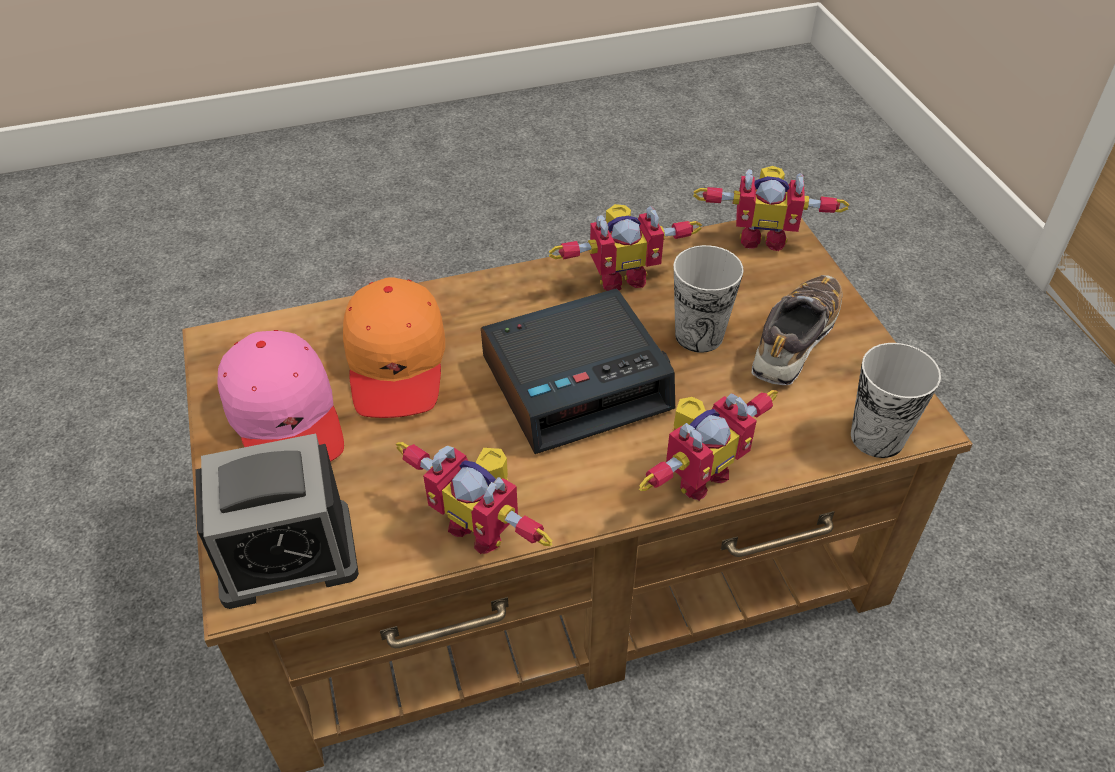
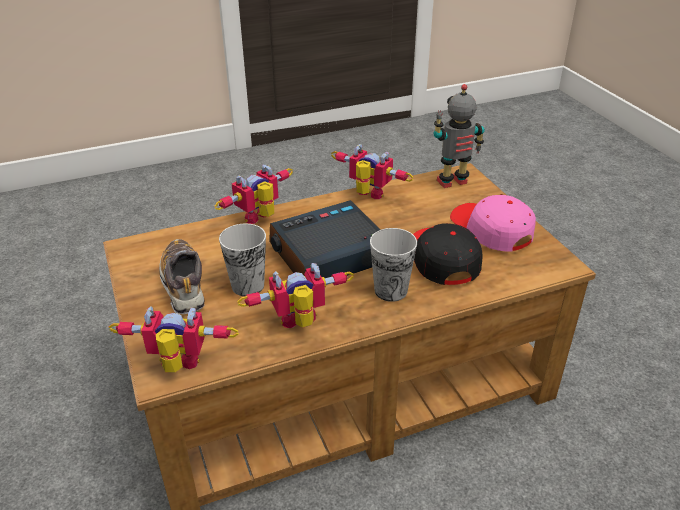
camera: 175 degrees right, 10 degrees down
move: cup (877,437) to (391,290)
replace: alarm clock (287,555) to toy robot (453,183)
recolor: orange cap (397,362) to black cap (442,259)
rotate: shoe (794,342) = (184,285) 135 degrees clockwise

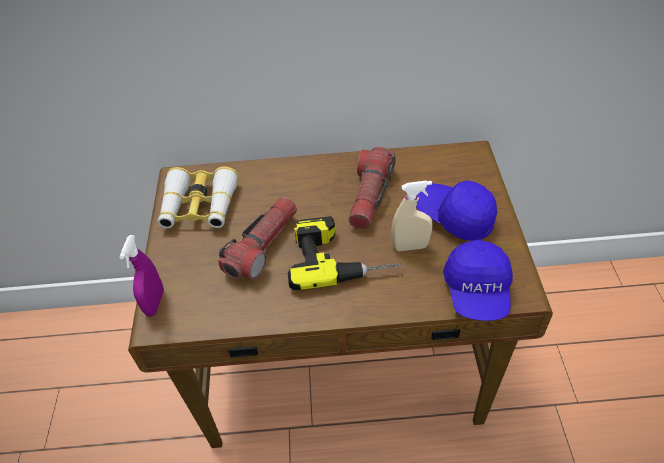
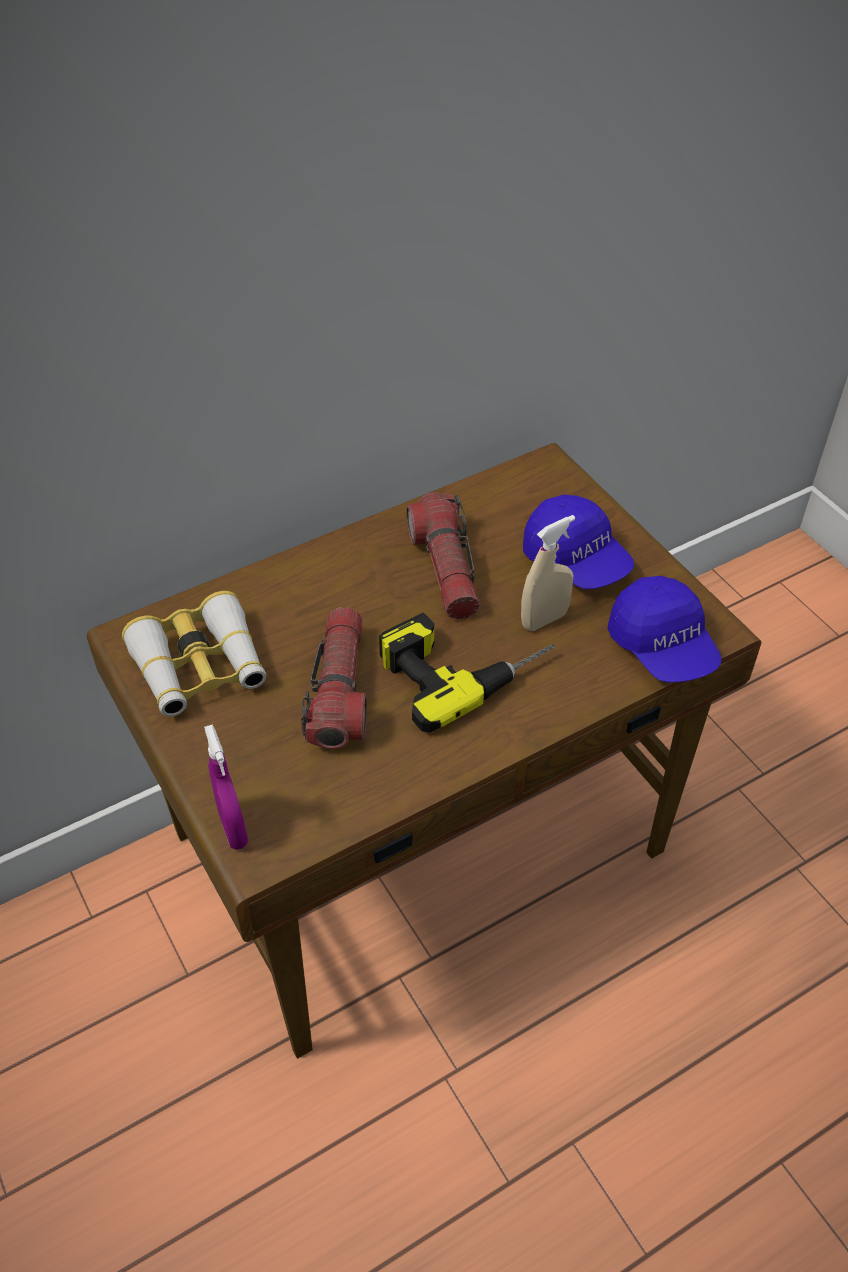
camera: 30 degrees left, 0 degrees up
rotate: blue cap (454,216) = (576,560) 135 degrees counterclockwise

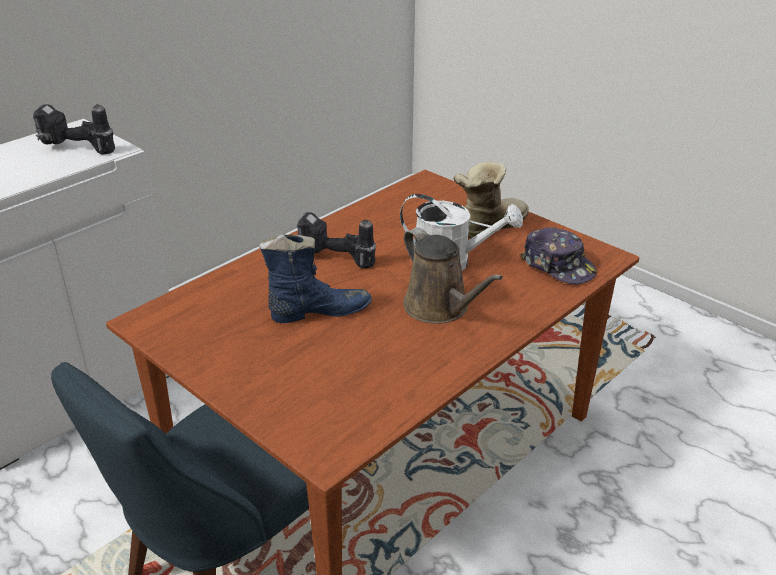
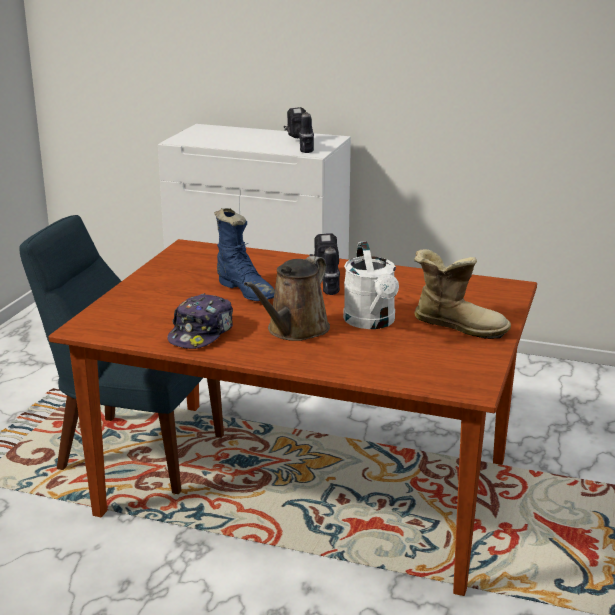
camera: 65 degrees right, 10 degrees down
move: cap (558,266) to (202,333)

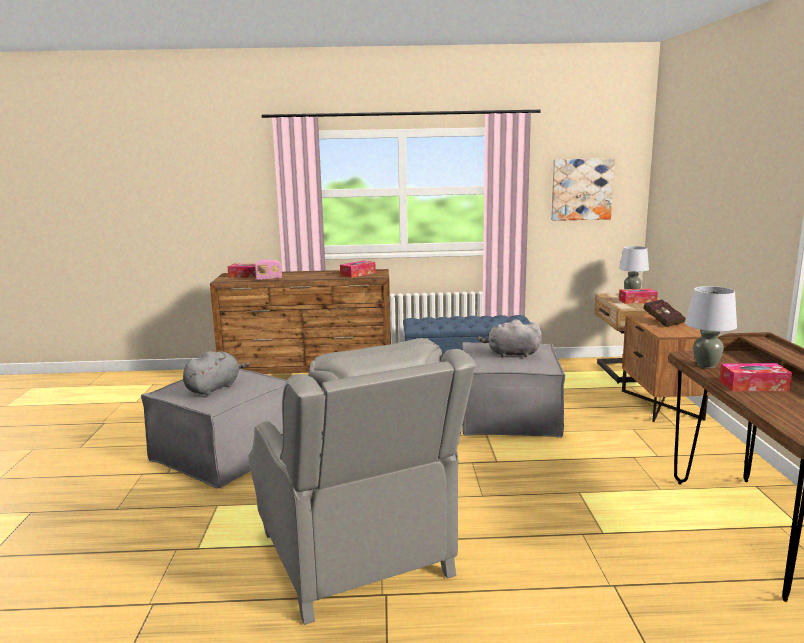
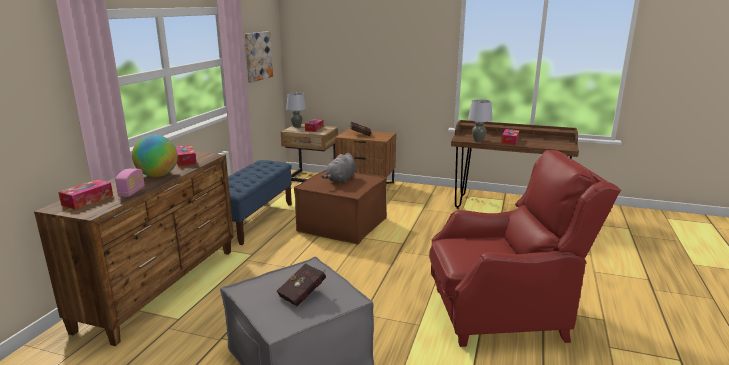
camera: 70 degrees left, 5 degrees up
insert: globe (157,175)
replace: grey plush toy (214,388) to red book (304,294)
recolor: grey armchair (356,558) to red armchair (502,313); grey ottoman (509,417) to brown ottoman (342,225)

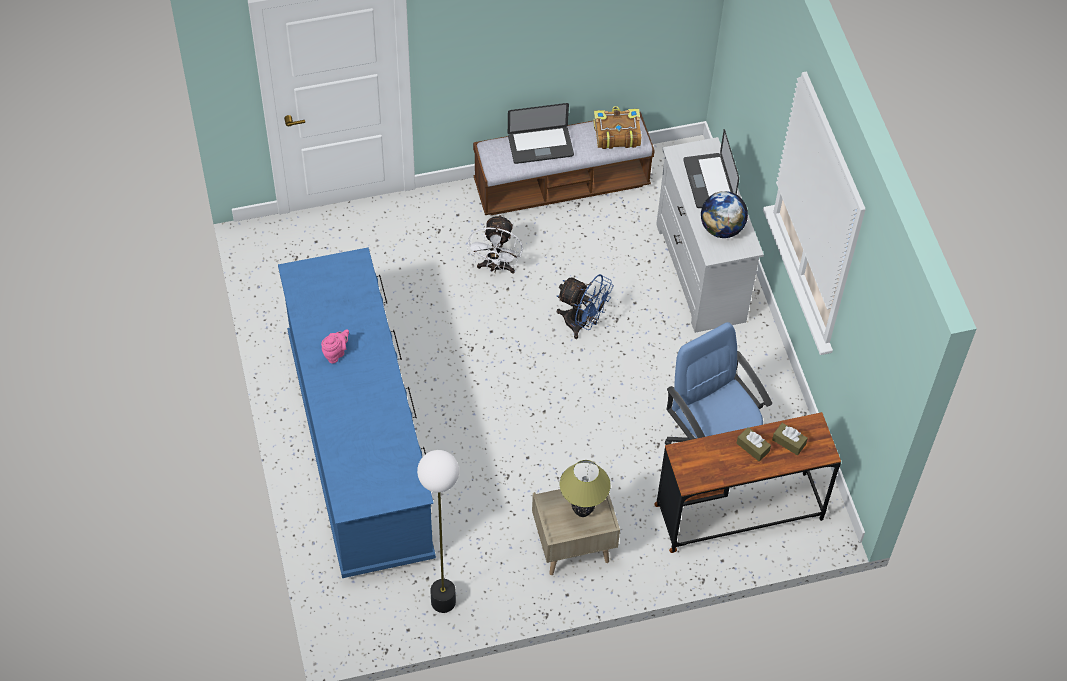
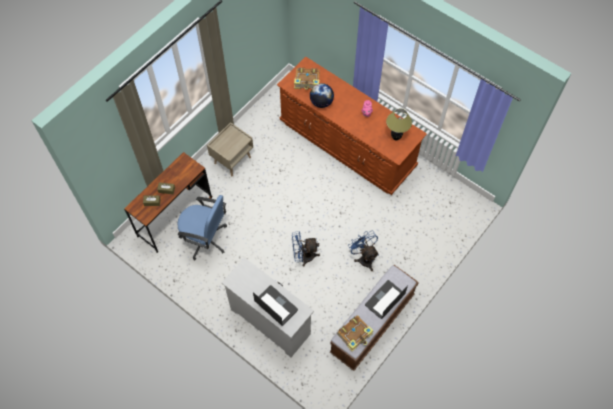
camera: 145 degrees right, 5 degrees up
delete: floor lamp (442,602)
insert: book (307,82)
move: table lamp (583,511) to (396,137); globe (721,228) to (321,102)
recolor: blue dresser (360,446) to brown dresser (347,144); white fan (496,267) to blue fan (364,258)

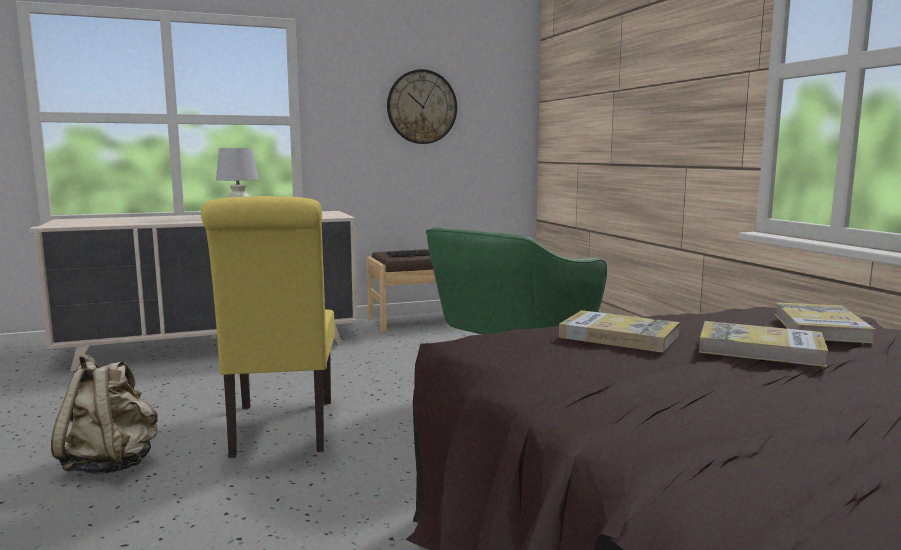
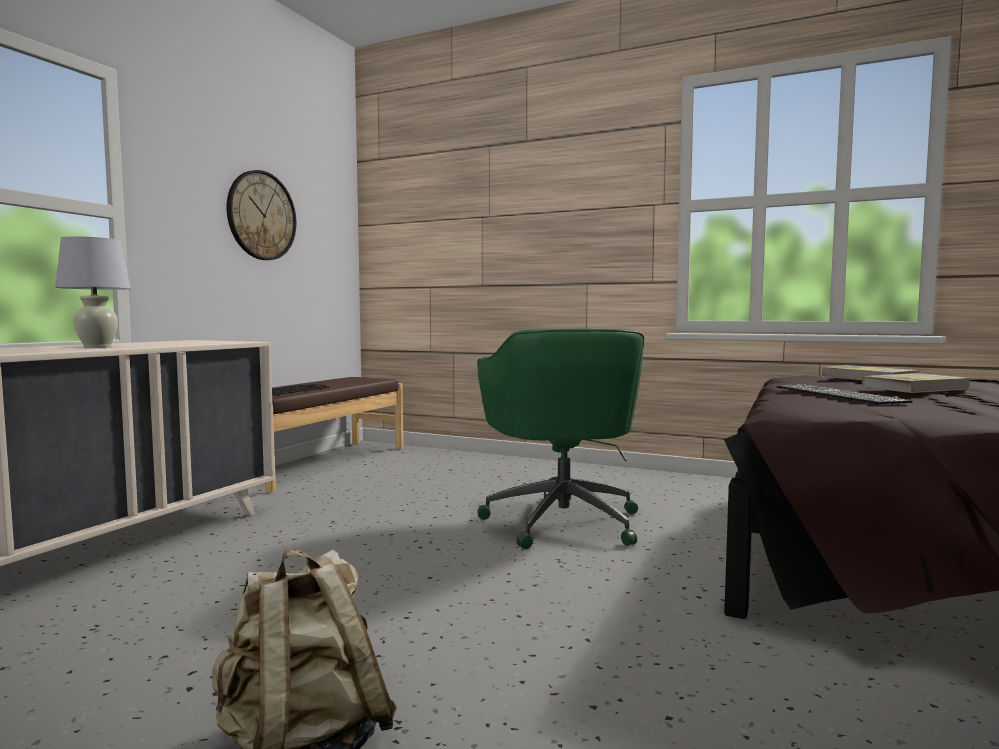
camera: 45 degrees left, 5 degrees down
delete: yellow chair (281,431)
replace: book (618,336) to keyboard (837,394)

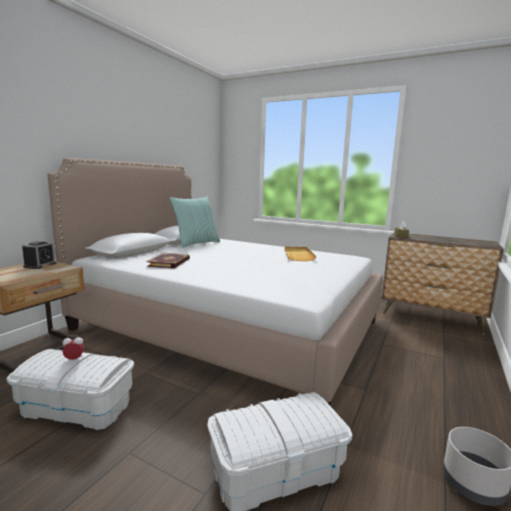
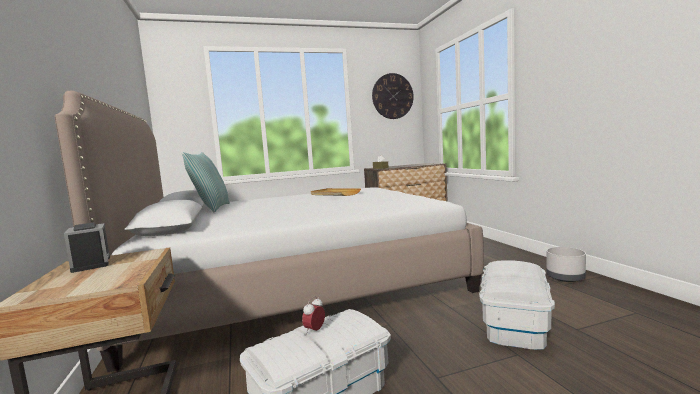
camera: 45 degrees left, 5 degrees down
delete: book (169,262)
insert: wall clock (392,96)

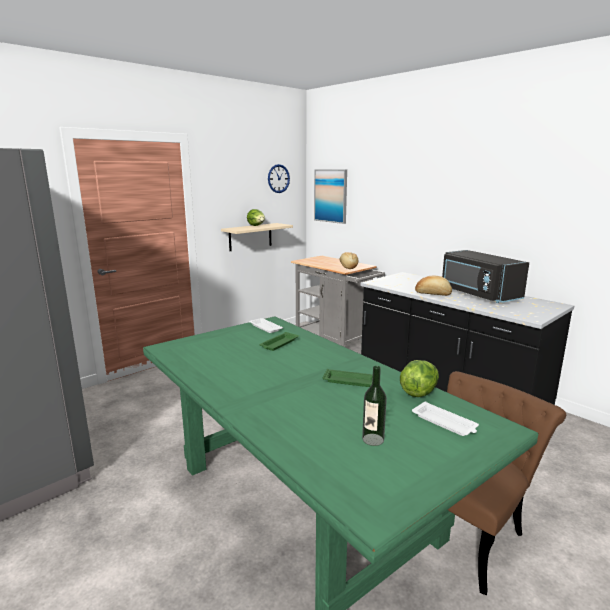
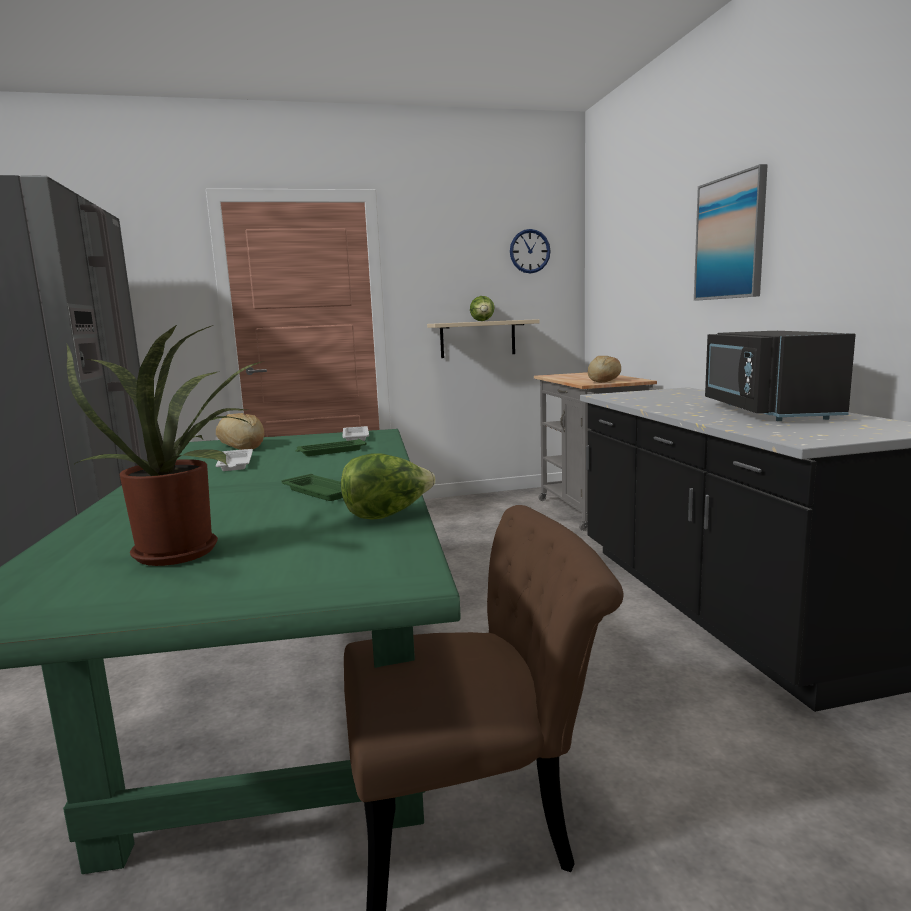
camera: 30 degrees right, 5 degrees down
move: picture (331,196) to (730,238); white tray (445,423) to (235,464); bread (433,294) to (240,447)
replace: bottle (373,439) to potted plant (184,550)

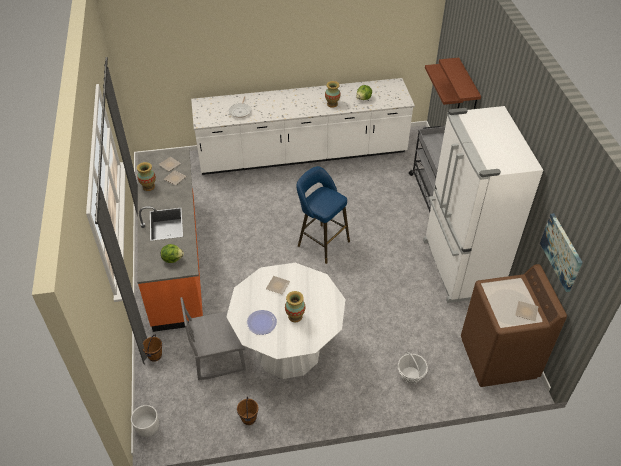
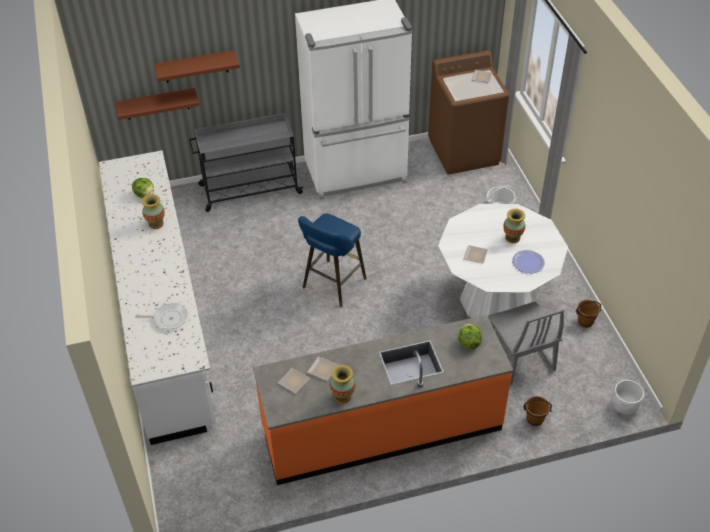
camera: 95 degrees left, 0 degrees up
delete: picture (561,252)

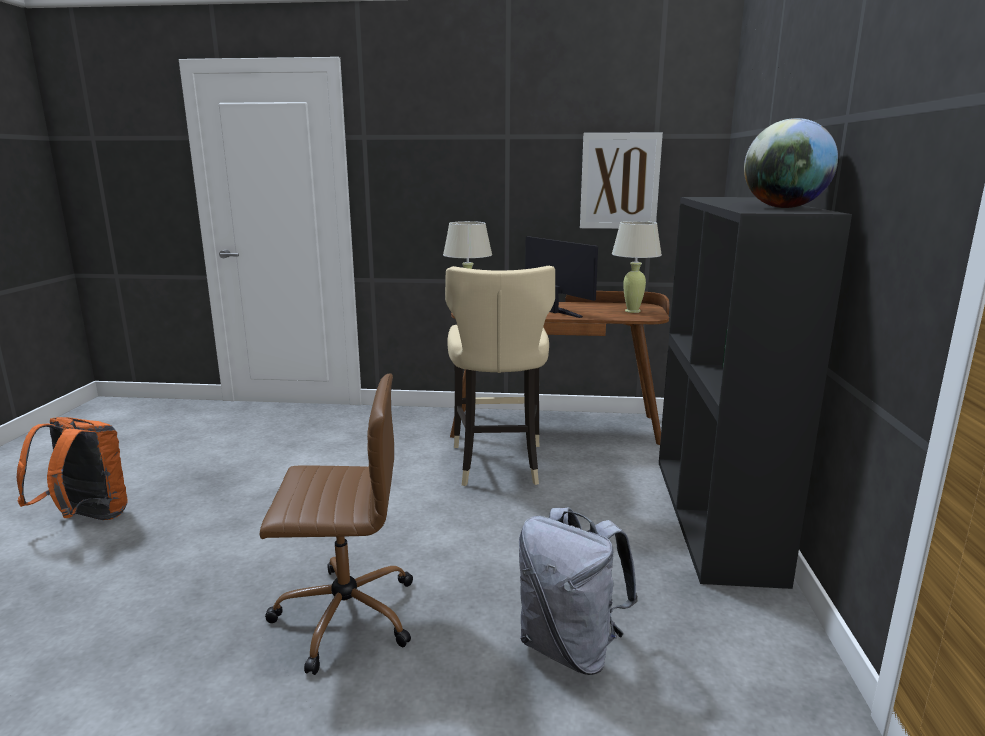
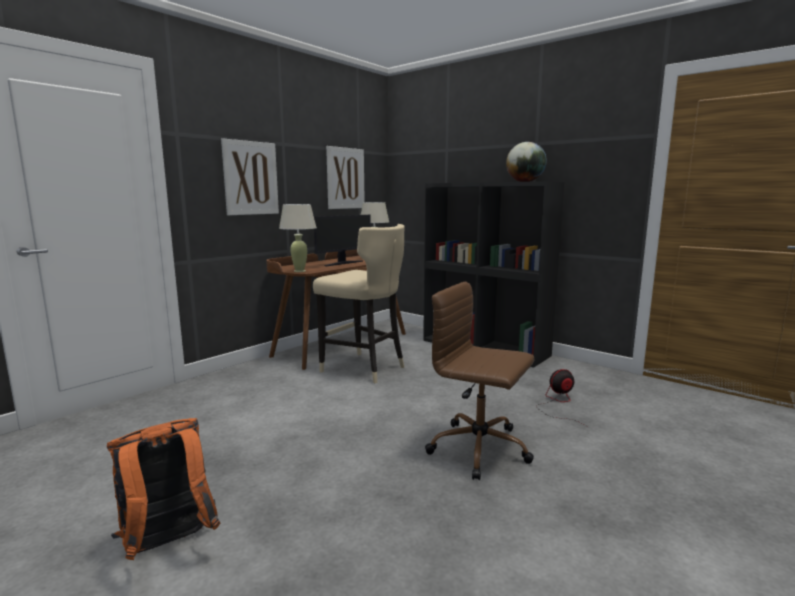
camera: 55 degrees left, 5 degrees down
insert: picture (250,178)
replace: grey backpack (571,648) to fan (559,403)
rotate: brown office chair (343,615) = (481,449) 90 degrees counterclockwise; monitor (555,311) = (343,263) 135 degrees clockwise

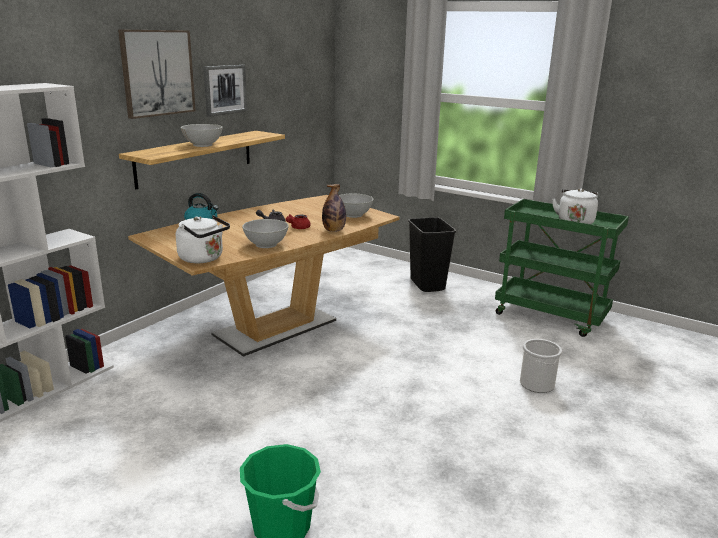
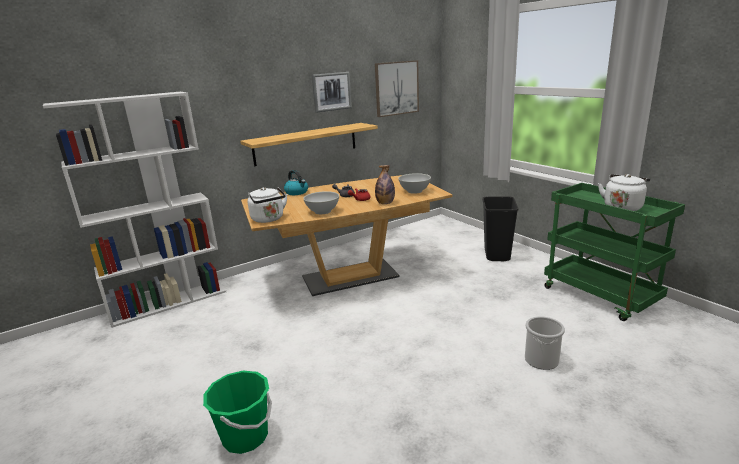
camera: 25 degrees right, 0 degrees up
delete: white bowl (203,145)
move: picture (157,73) to (396,88)

